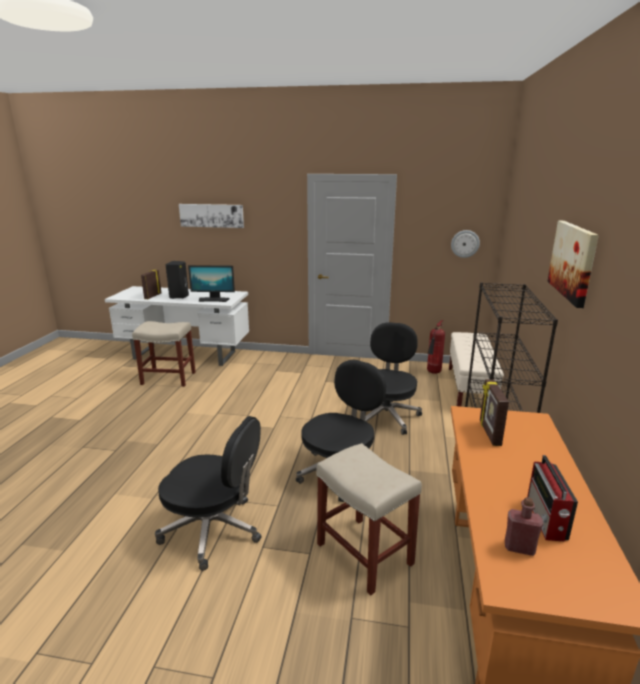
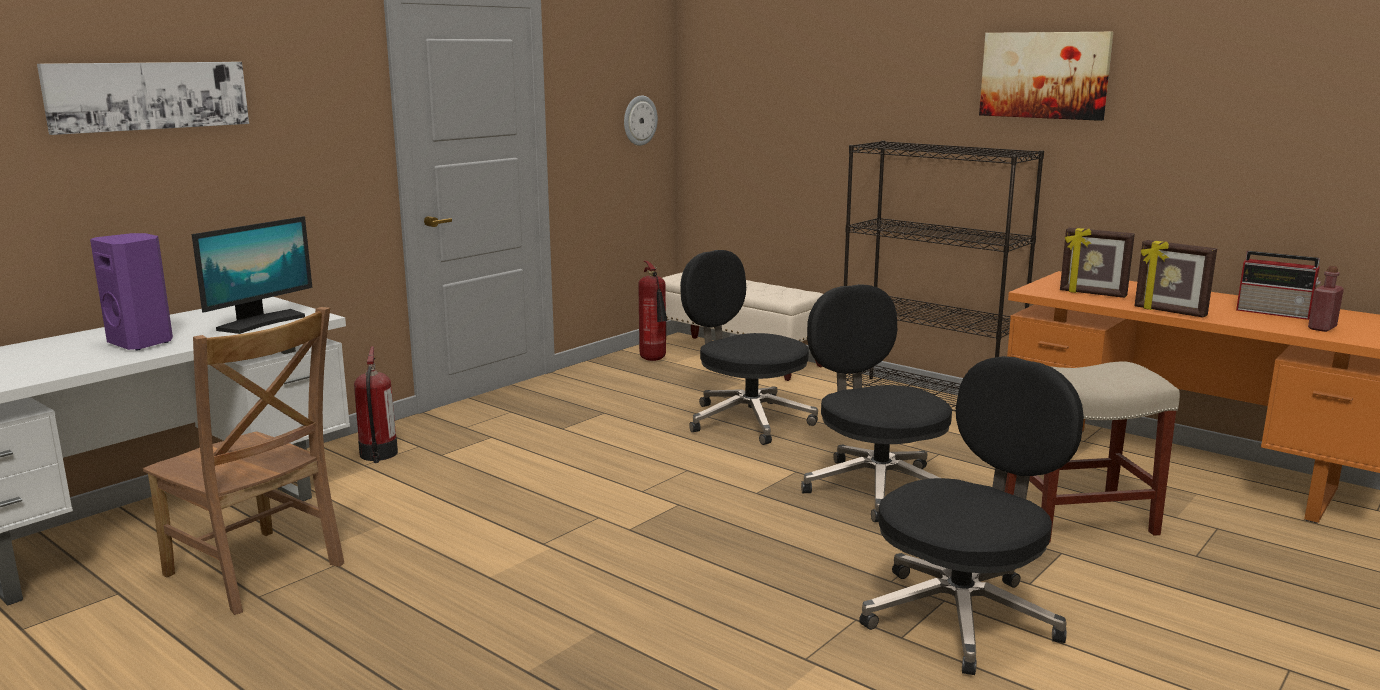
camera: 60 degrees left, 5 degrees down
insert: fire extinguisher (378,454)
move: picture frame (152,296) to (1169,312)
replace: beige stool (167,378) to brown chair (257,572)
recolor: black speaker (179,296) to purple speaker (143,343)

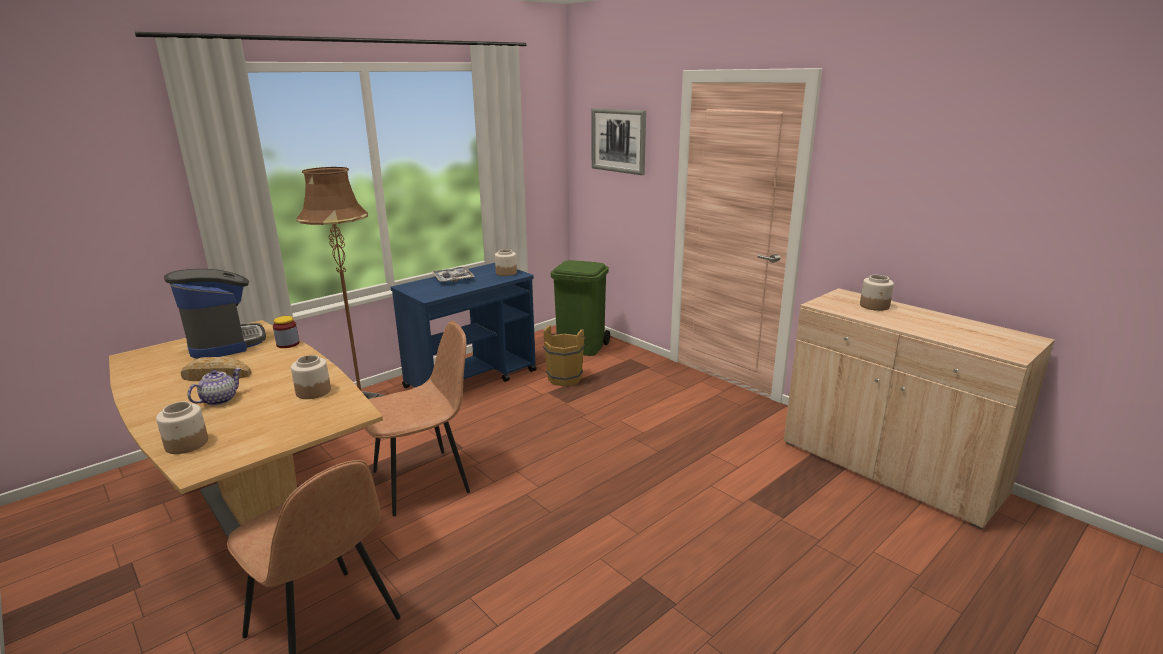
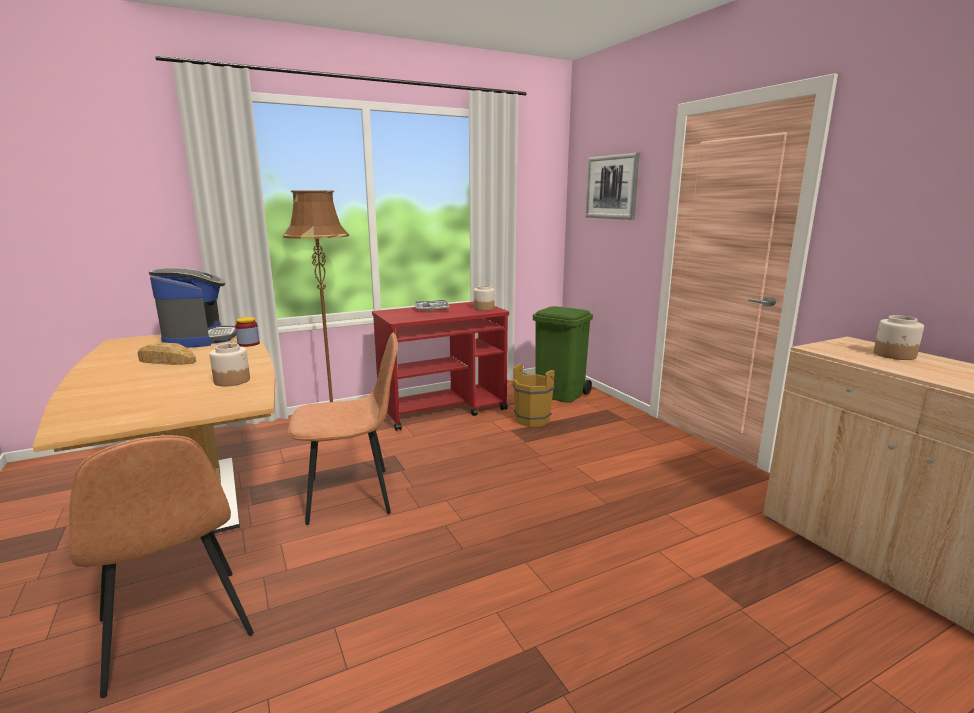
camera: 15 degrees right, 5 degrees down
delete: jar (186,444); teapot (219,400)
recolor: blue cart (472,379) to red cart (443,410)

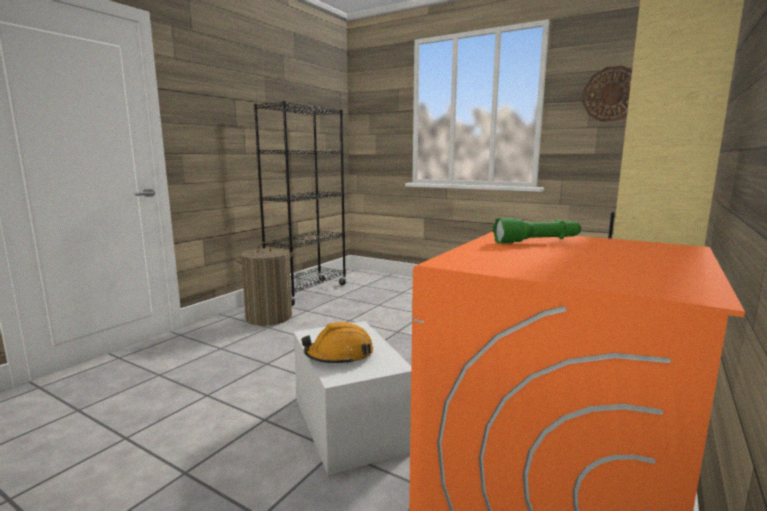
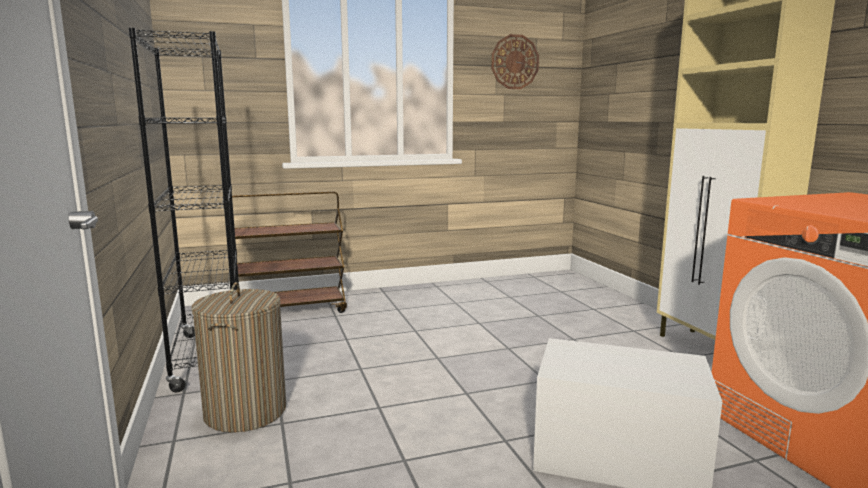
camera: 50 degrees left, 0 degrees up
delete: orange hard hat (339,355); green flashlight (537,242)
insert: brown cart (291,311)

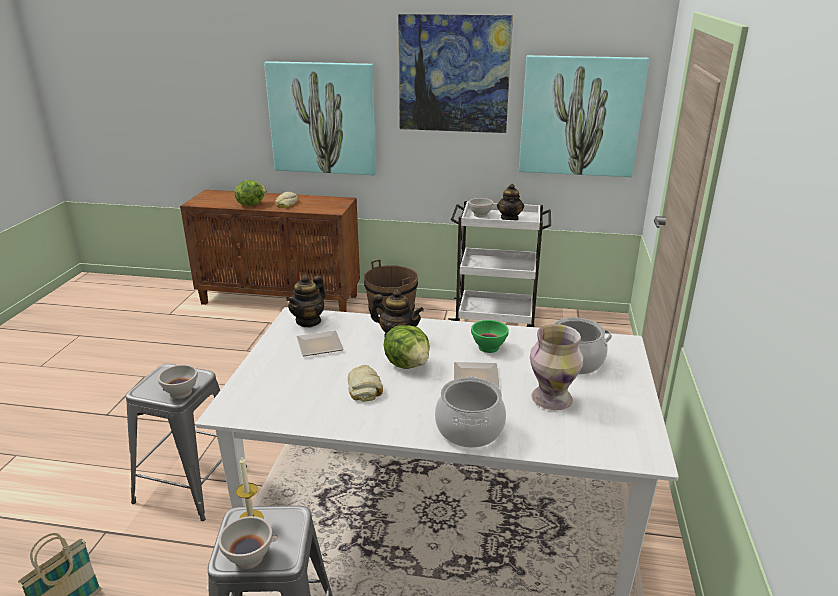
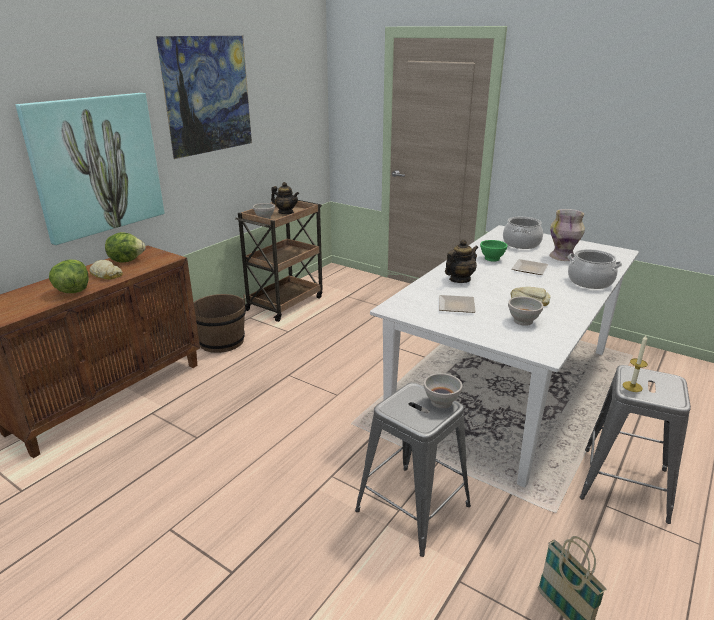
camera: 65 degrees left, 0 degrees up
delete: teapot (308,321); picture (580,116)
move: white bowl (249,557) to (523,321); lettuce (408,364) to (126,260)
recolor: white cart (495,317) to brown cart (285,303)

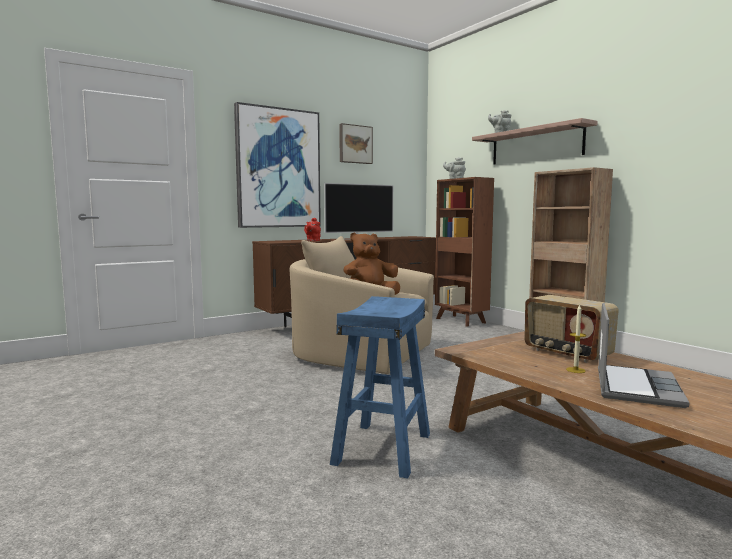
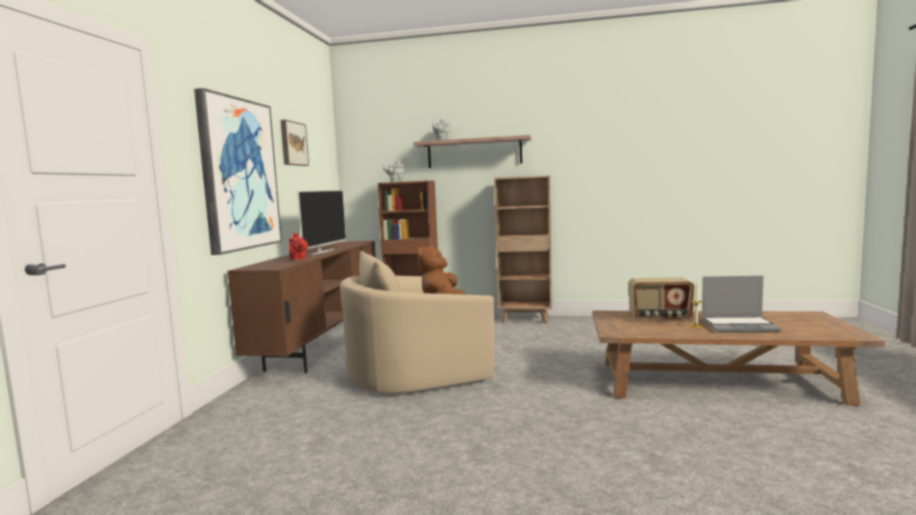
camera: 45 degrees left, 0 degrees up
delete: blue stool (383,448)
rotate: laptop (635,387) = (739,326) 120 degrees clockwise

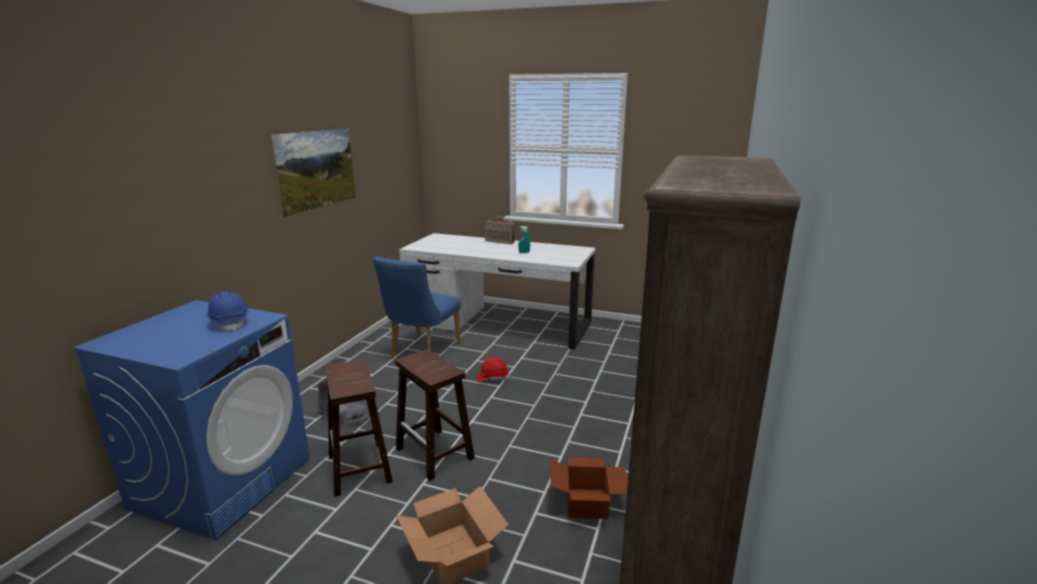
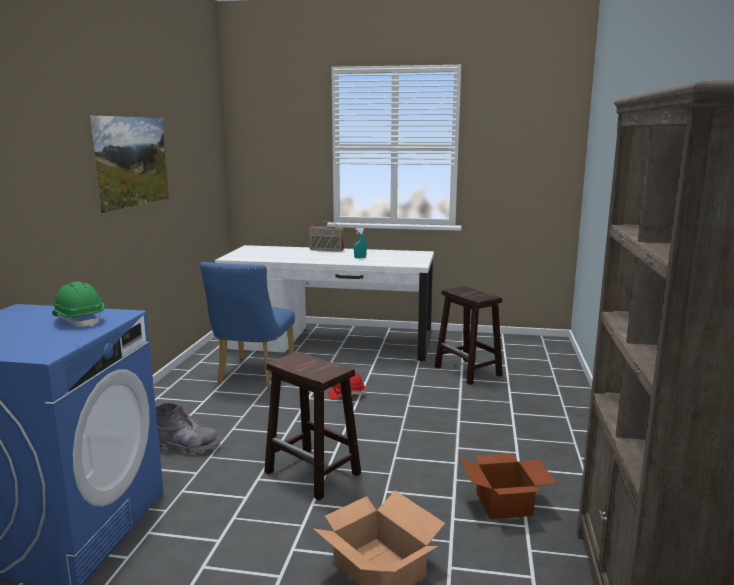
camera: 10 degrees left, 5 degrees down
move: brown stool (360,469) to (468,371)
recolor: blue hard hat (229,322) to green hard hat (79,320)

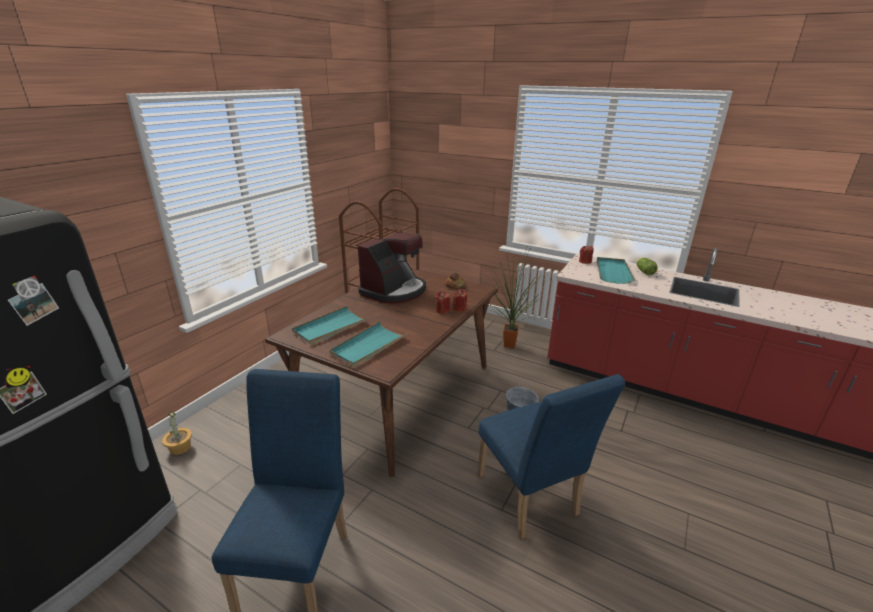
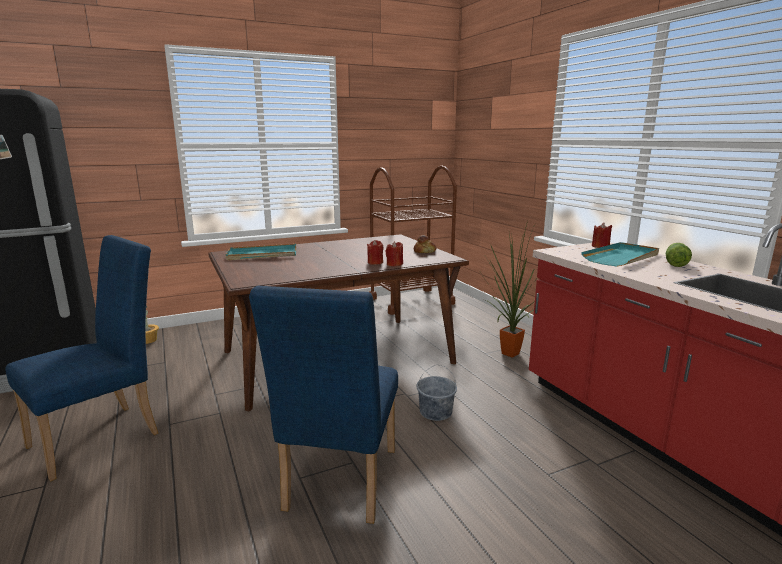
camera: 35 degrees right, 10 degrees down
delete: turquoise tray (368,346); coffee machine (394,291)

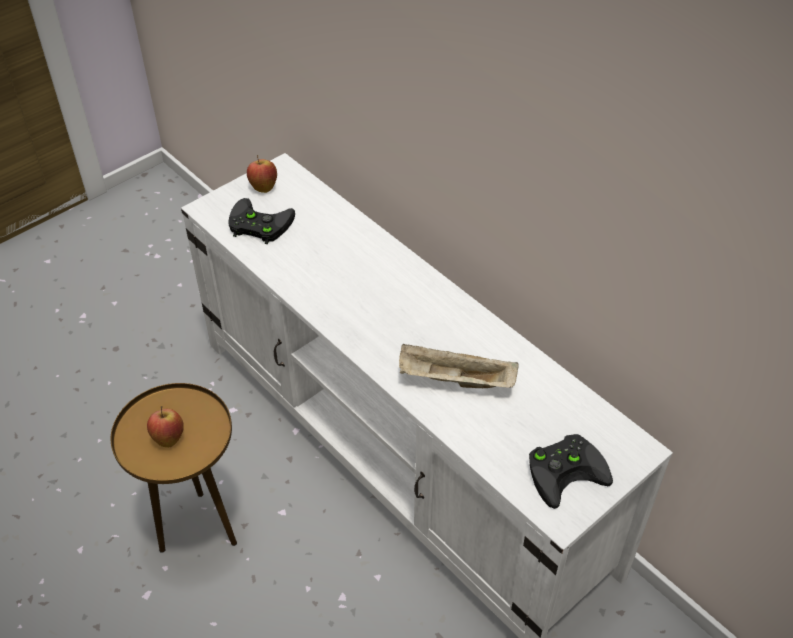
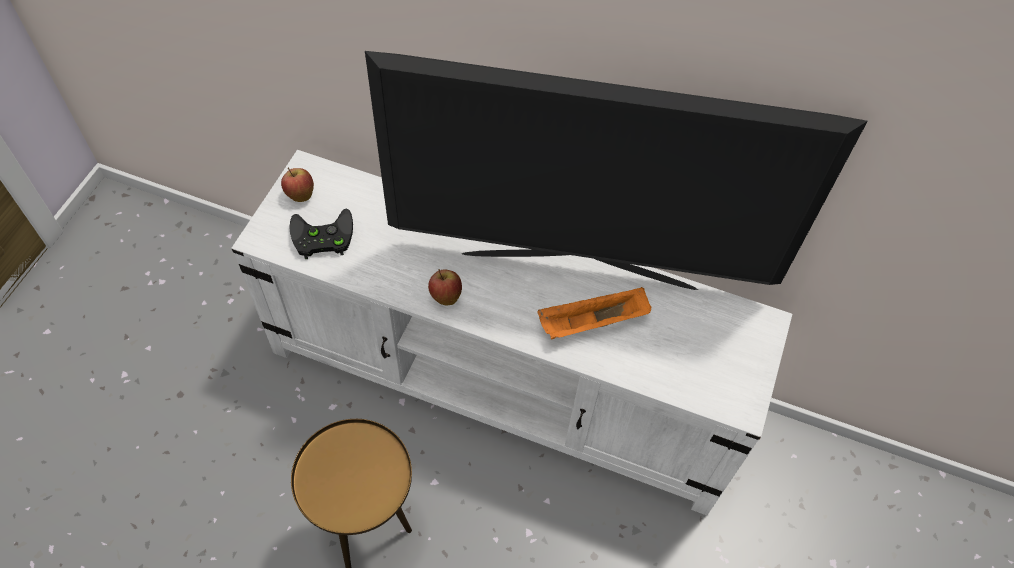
camera: 30 degrees left, 10 degrees up
delete: black game controller (566,470)
insert: television (579,268)
move: apple (168,437) to (445,296)
recolor: beige tray (454,381) to orange tray (591,323)

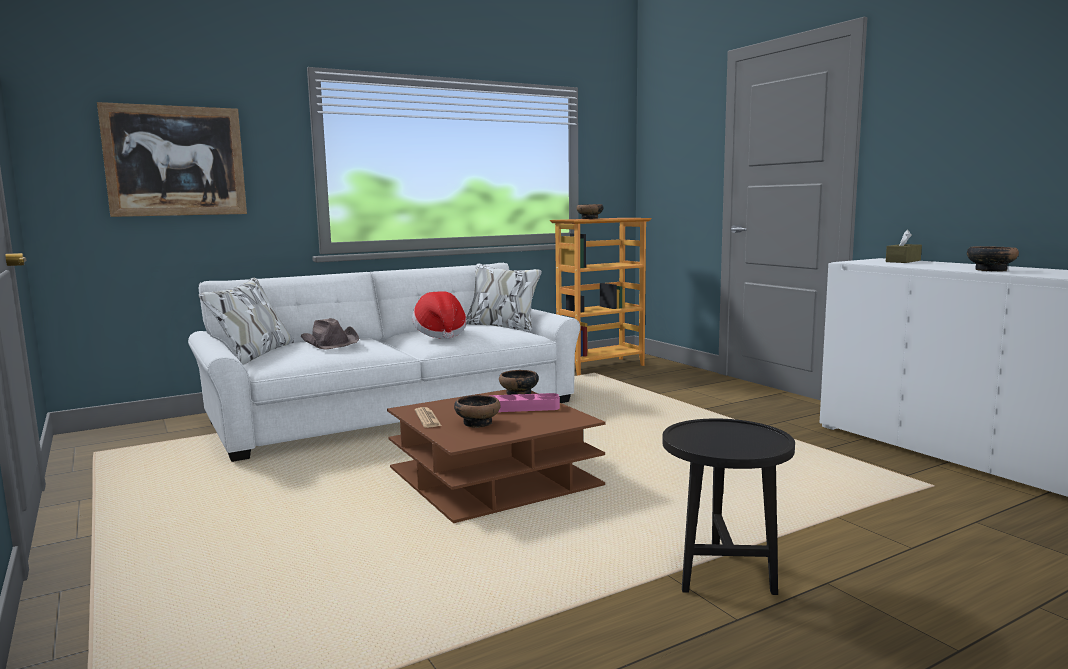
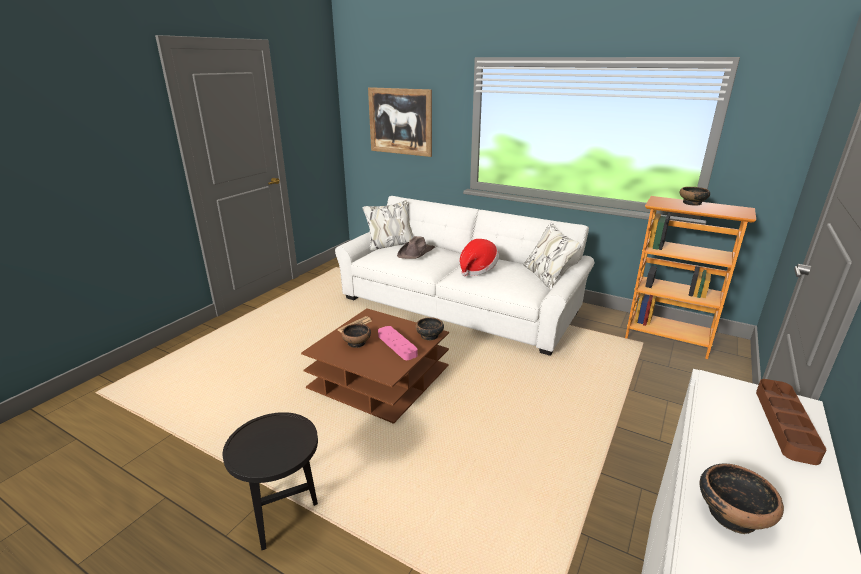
camera: 60 degrees right, 15 degrees up
replace: brown tissue box (903,261) to brown tray (785,423)

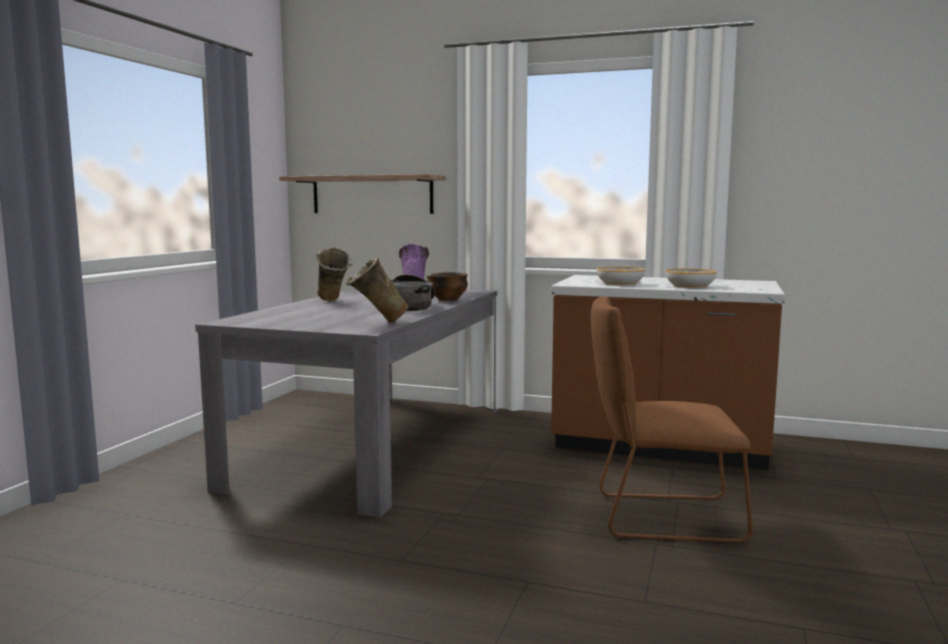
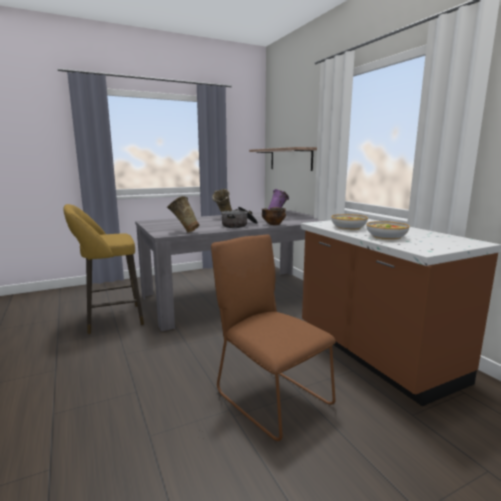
camera: 45 degrees right, 5 degrees up
insert: yellow stool (110,319)

